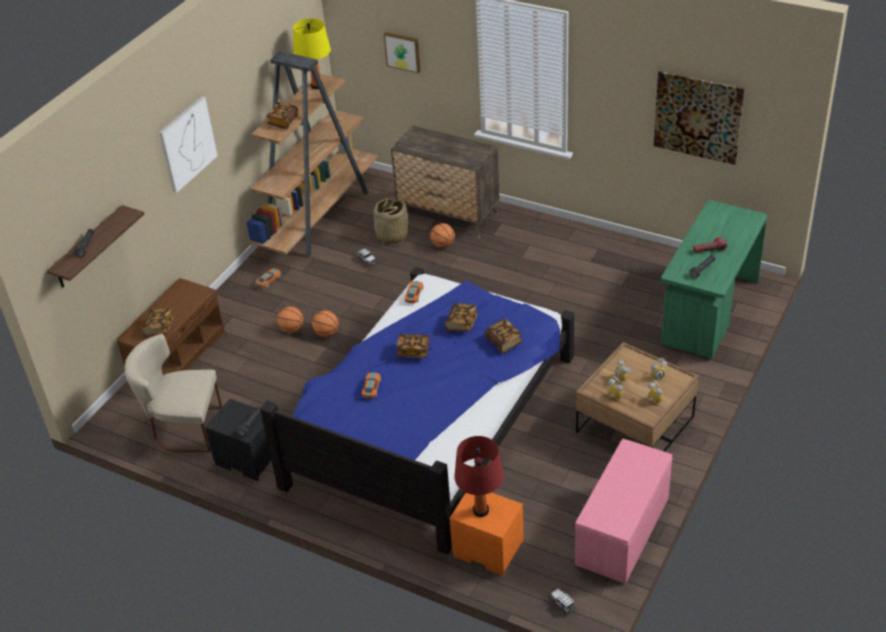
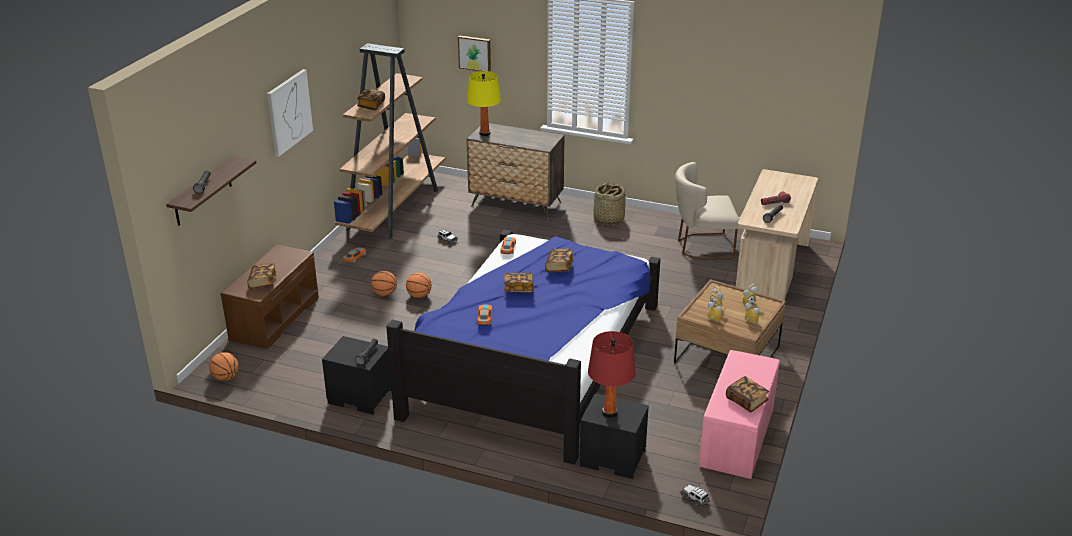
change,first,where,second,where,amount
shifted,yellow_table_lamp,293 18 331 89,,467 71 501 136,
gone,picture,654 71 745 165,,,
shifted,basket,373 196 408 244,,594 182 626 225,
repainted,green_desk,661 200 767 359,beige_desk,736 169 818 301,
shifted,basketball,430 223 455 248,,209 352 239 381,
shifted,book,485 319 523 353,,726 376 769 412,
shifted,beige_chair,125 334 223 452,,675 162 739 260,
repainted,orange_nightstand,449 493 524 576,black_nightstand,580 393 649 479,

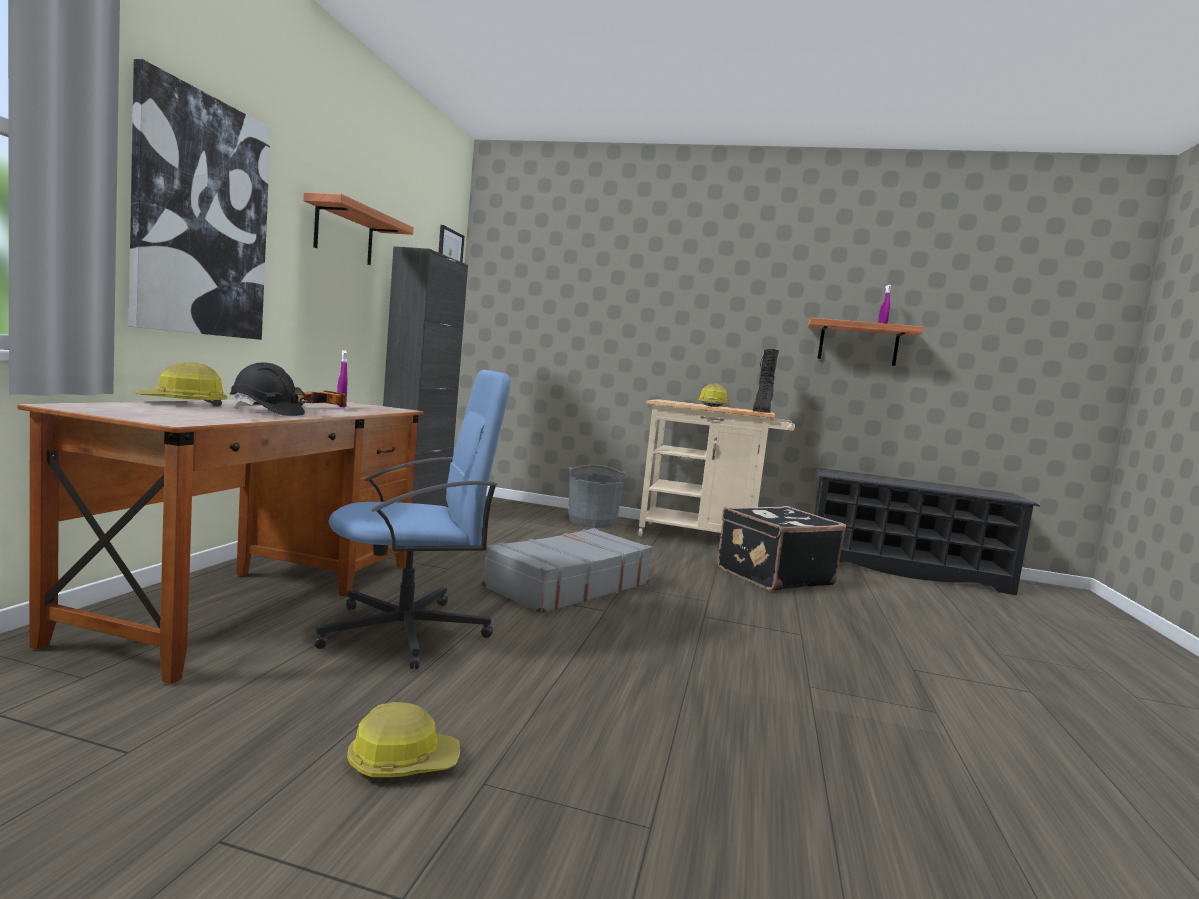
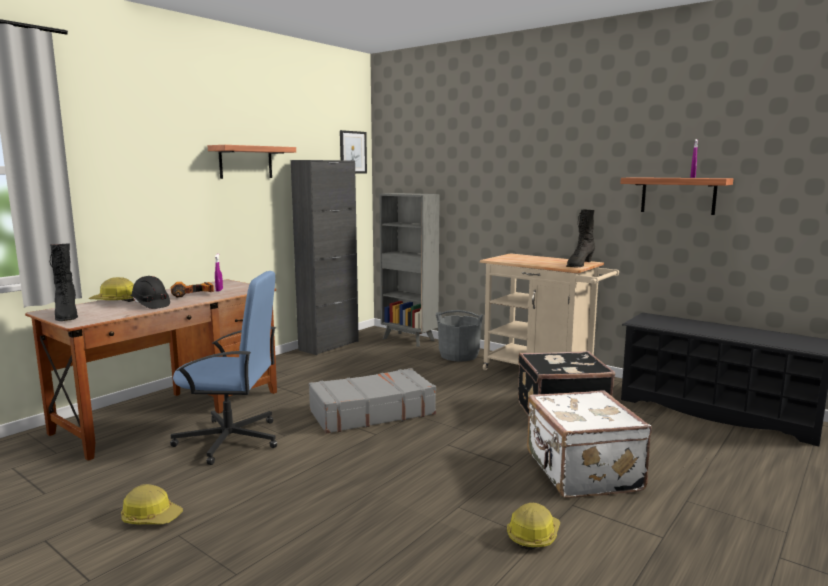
change,first,where,second,where,amount
gone,picture,129 59 271 340,,,
shifted,hard_hat,697 383 729 407,,507 503 560 550,
new,,,grey_bookcase,379 193 440 347,
new,,,black_boot,50 244 78 321,
new,,,white_suitcase,527 390 652 498,

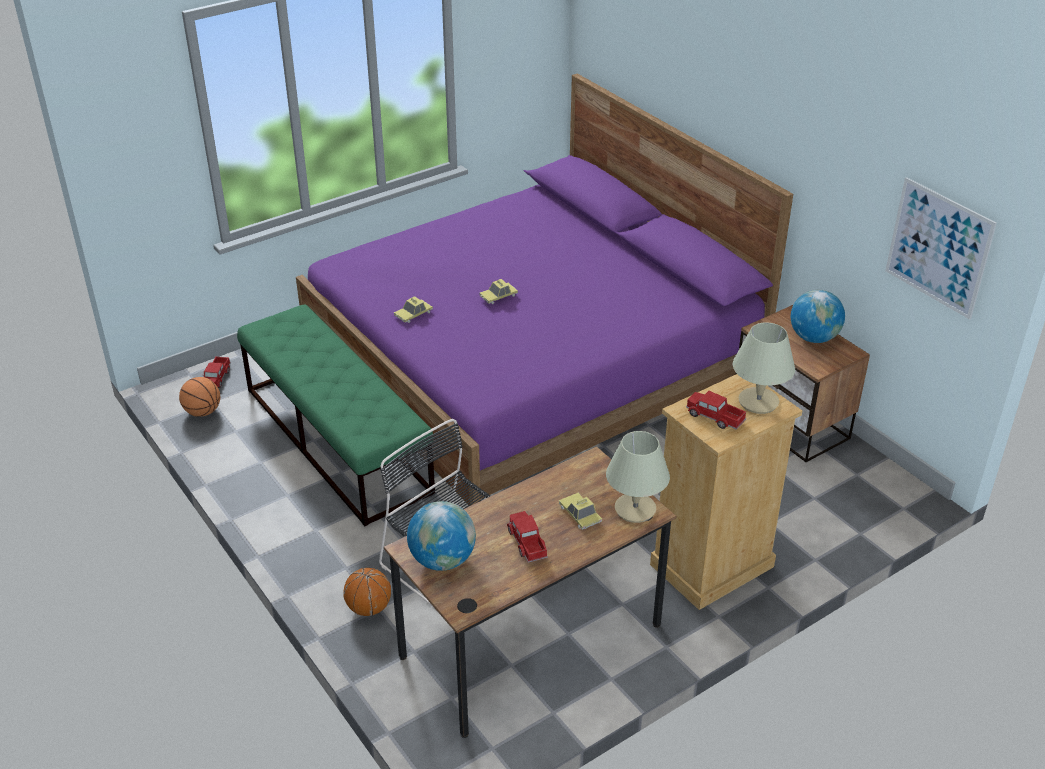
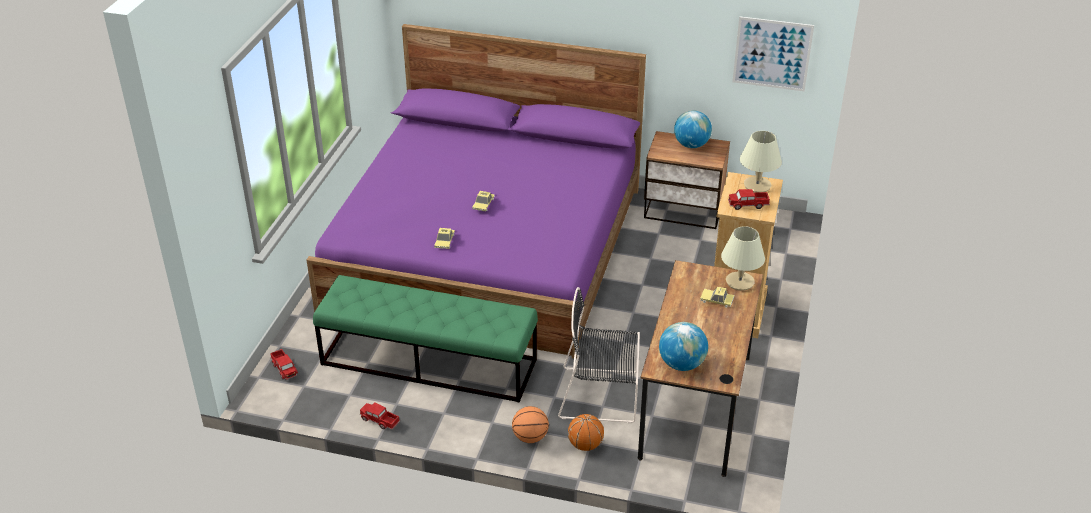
change,first,where,second,where,amount
shifted,basketball,179 377 220 417,,512 406 549 443,
shifted,toy_truck,507 511 548 563,,360 402 400 430,

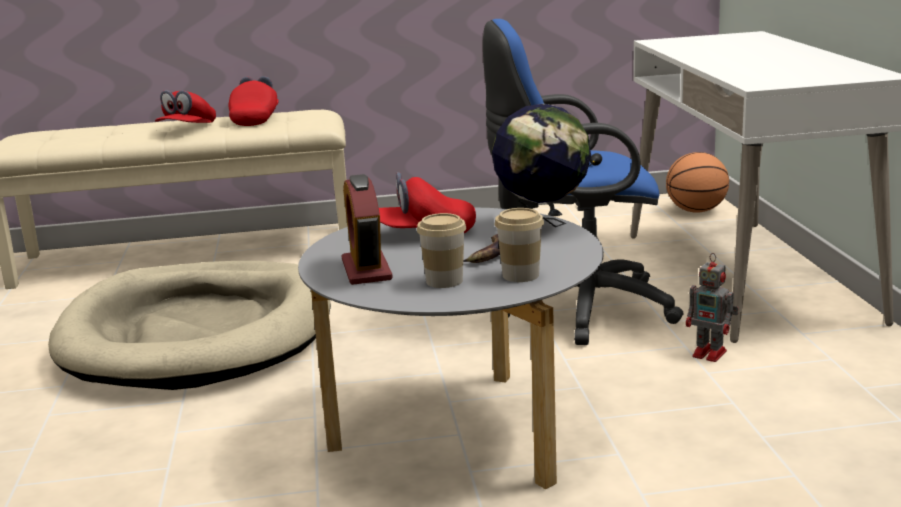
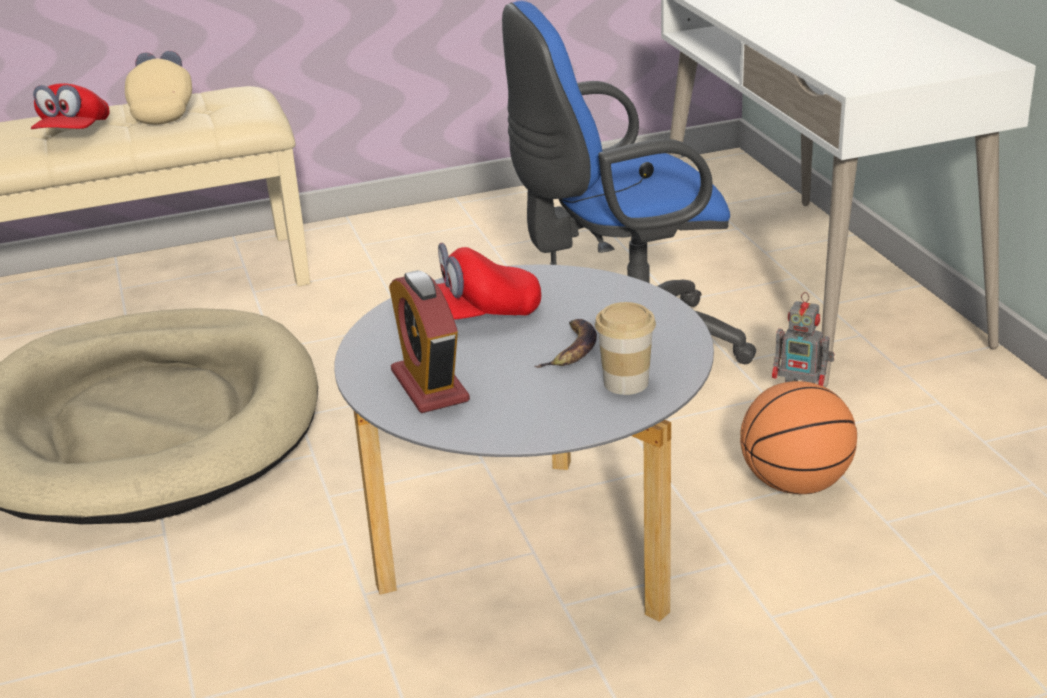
change,first,where,second,where,amount
repainted,red_cap,228 76 279 126,beige_cap,125 51 192 125,
gone,globe,492 103 591 227,,,
shifted,basketball,666 152 729 212,,740 381 857 494,
gone,cup,417 213 466 288,,,

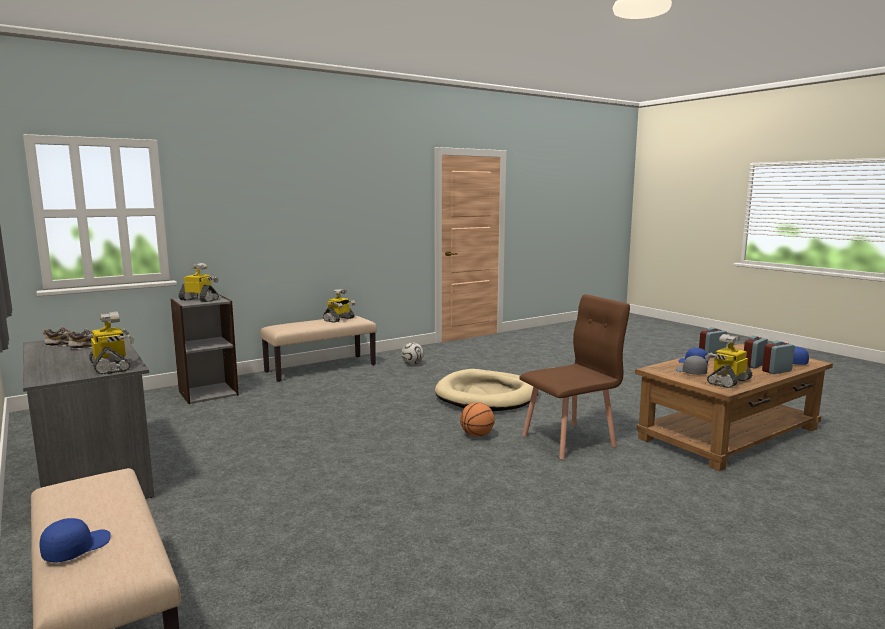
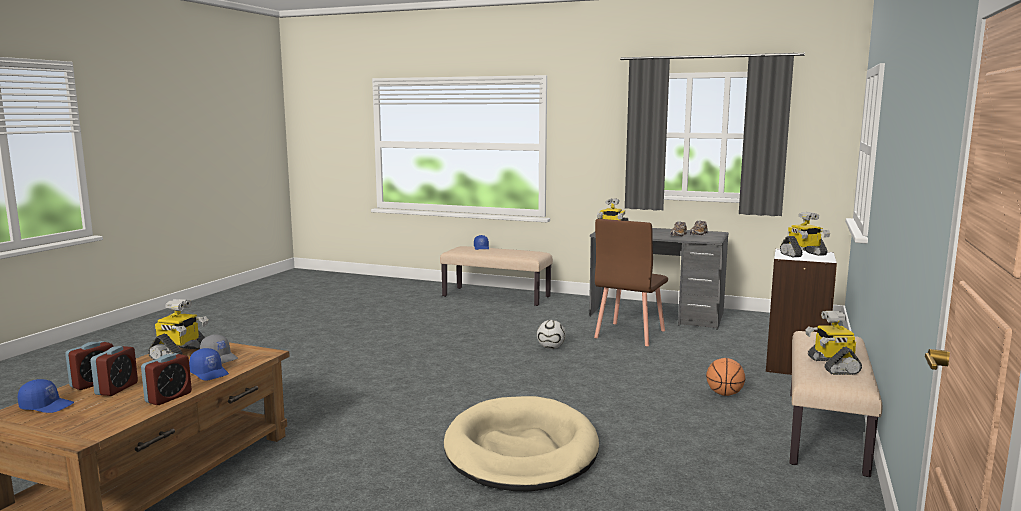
change,first,where,second,where,amount
shifted,brown_chair,519 294 630 460,,594 219 668 346,
shifted,football,401 342 424 365,,537 320 566 349,
shifted,basketball,460 402 495 437,,706 358 746 396,

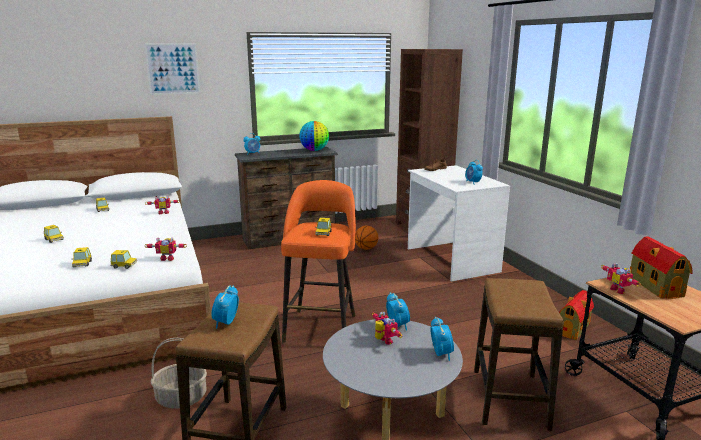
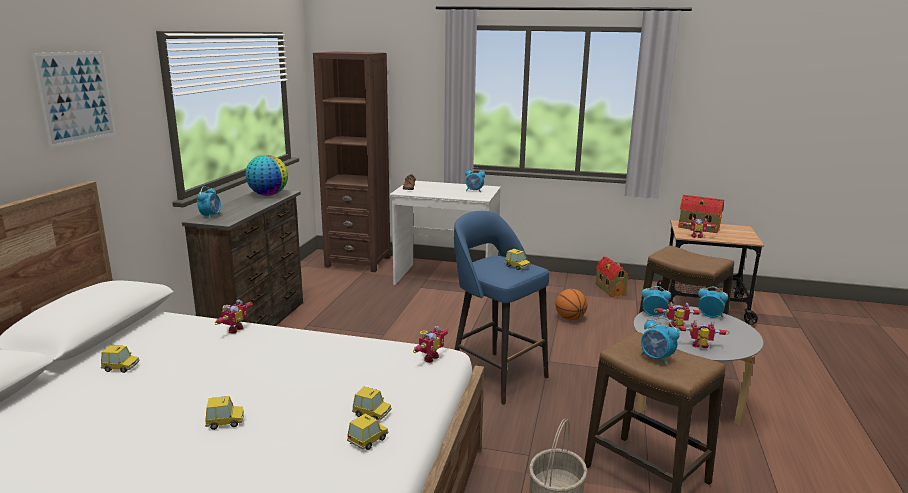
change,first,where,second,where,amount
repainted,orange_stool,281 180 356 343,blue_stool,454 211 549 405,
shifted,basketball,355 226 378 250,,556 289 587 320,
shifted,toy_car,111 250 137 269,,347 414 388 450,
new,,,toy_robot,676 320 730 348,

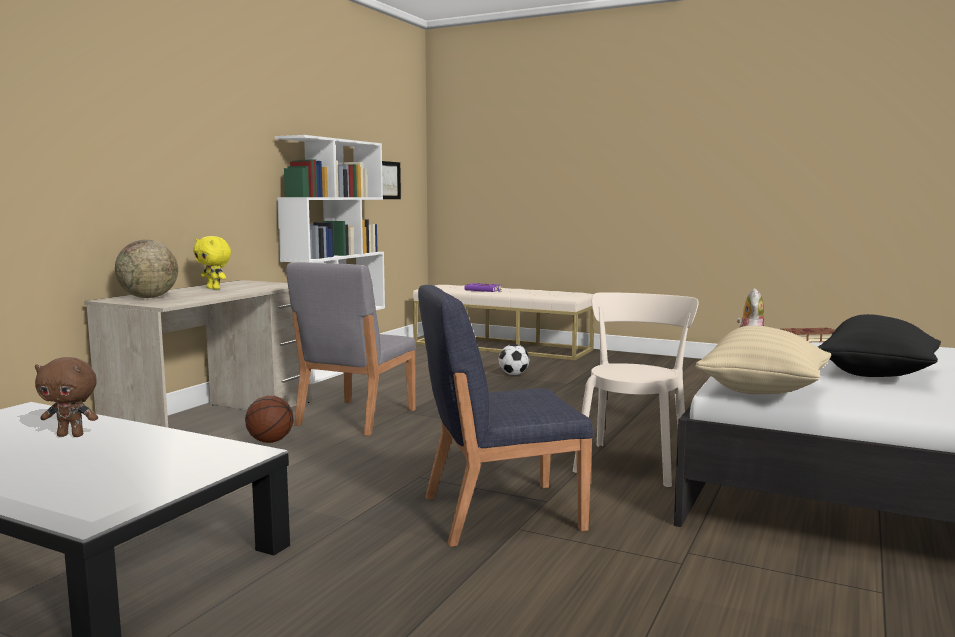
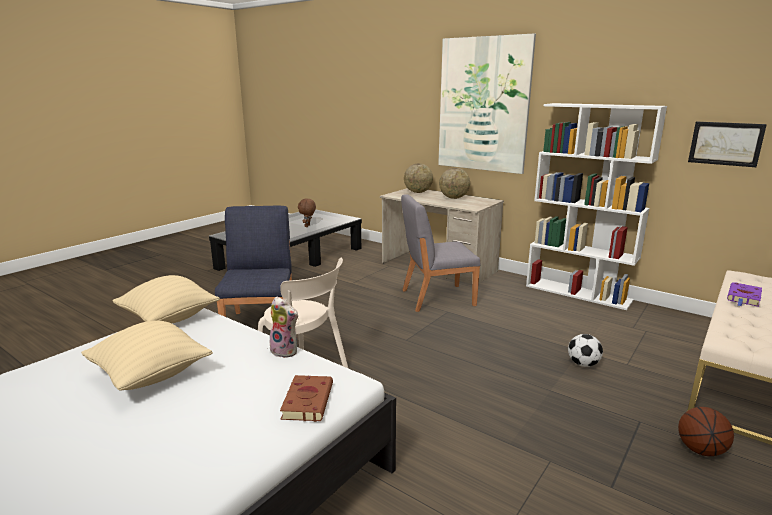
change,first,where,second,where,amount
swapped,yellow_plush_toy,193 236 231 289,globe,439 168 470 199,
rotated,grey_chair,286 262 416 436,,401 195 480 312,45 degrees counterclockwise
repainted,black_pillow,818 314 941 377,beige_pillow,81 320 213 390,
shifted,basketball,245 396 294 443,,678 407 734 456,
new,,,picture,438 33 536 174,

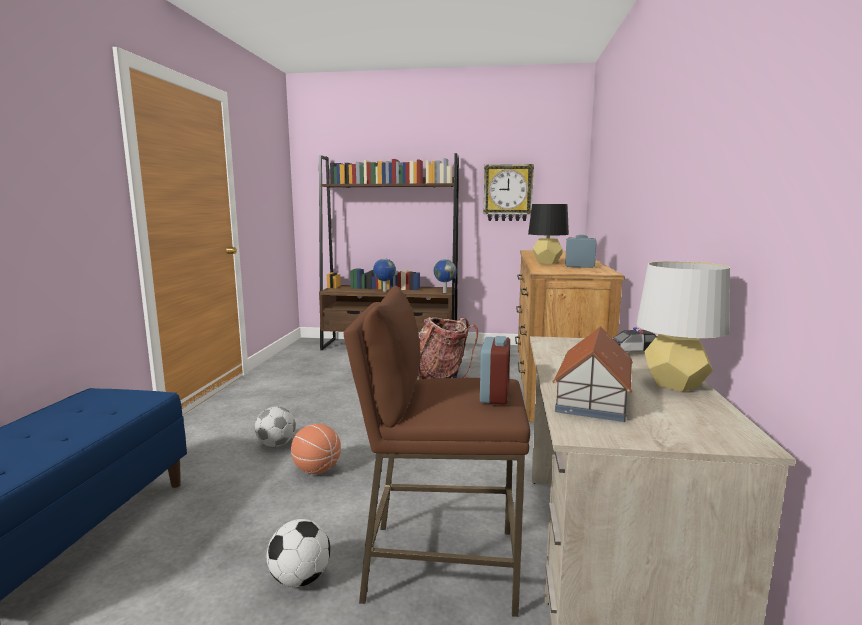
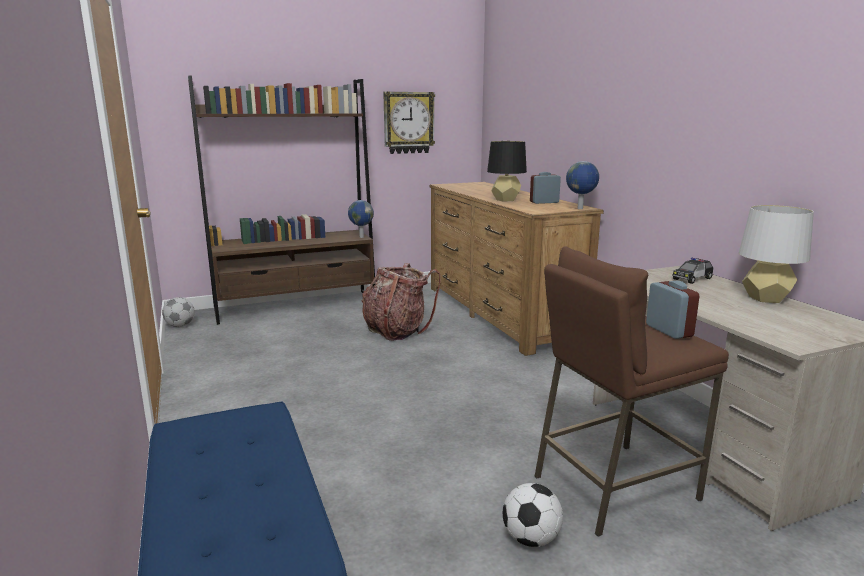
change,first,where,second,where,amount
shifted,globe,373 258 396 292,,566 161 599 209,
gone,toy_house,552 326 633 422,,,
shifted,football,255 407 296 447,,162 297 195 327,
gone,basketball,291 424 341 474,,,

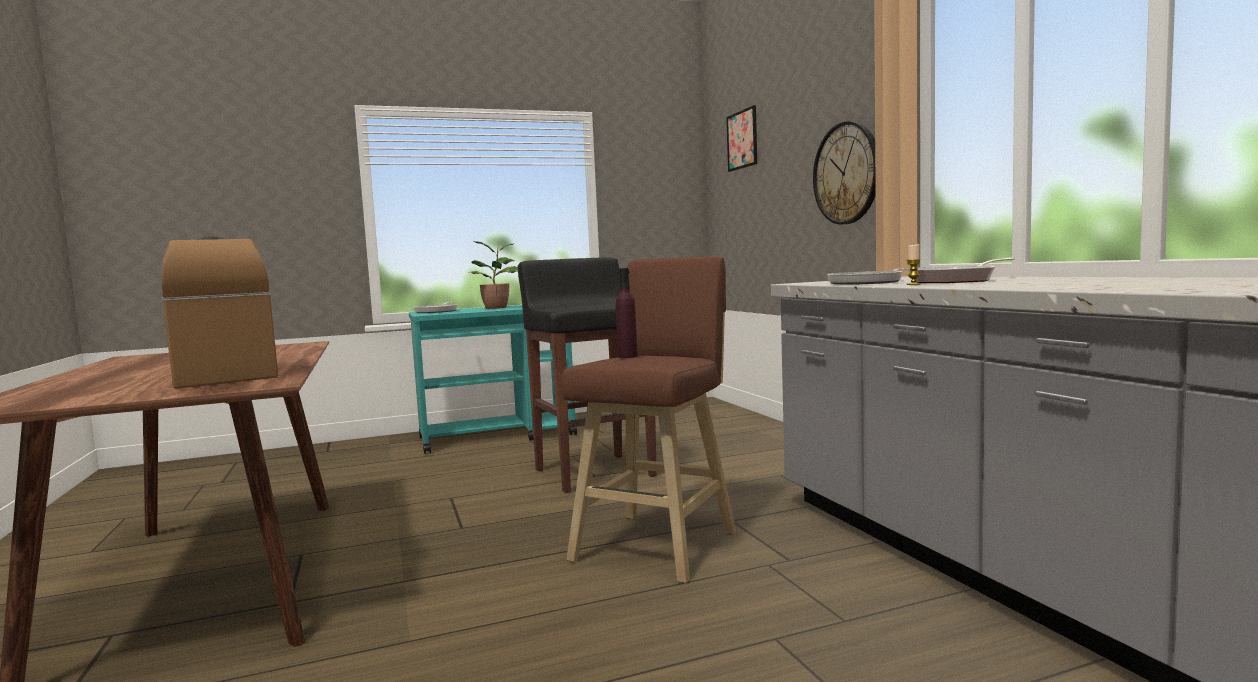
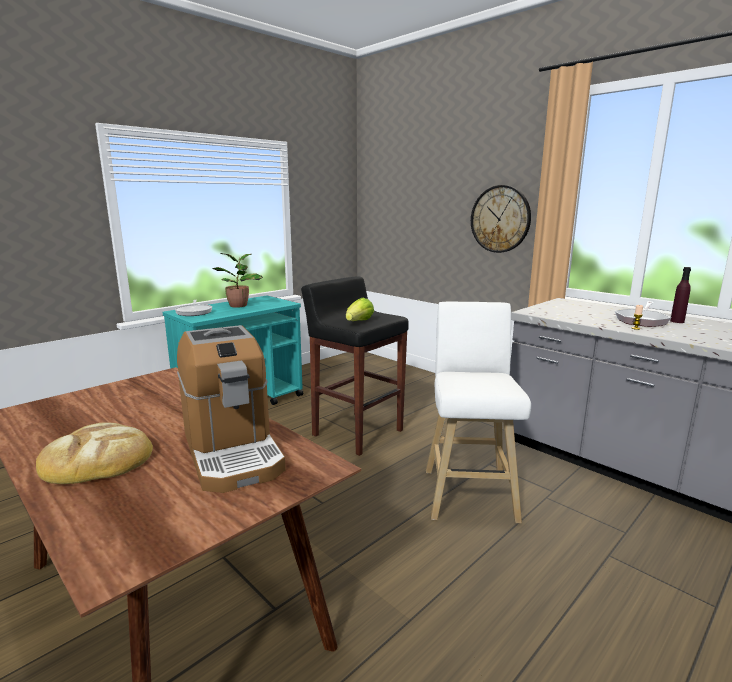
change,first,where,second,where,amount
gone,picture,726 105 757 172,,,
rotated,coffee_machine,161 236 278 389,,177 325 286 493,150 degrees counterclockwise
repainted,brown_stool,561 256 736 583,white_stool,426 301 531 523,
gone,frying_pan,827 267 927 285,,,
shifted,purple_bottle,616 268 638 358,,670 267 691 323,
new,,,lettuce,346 297 374 321,
new,,,bread,36 422 153 484,

